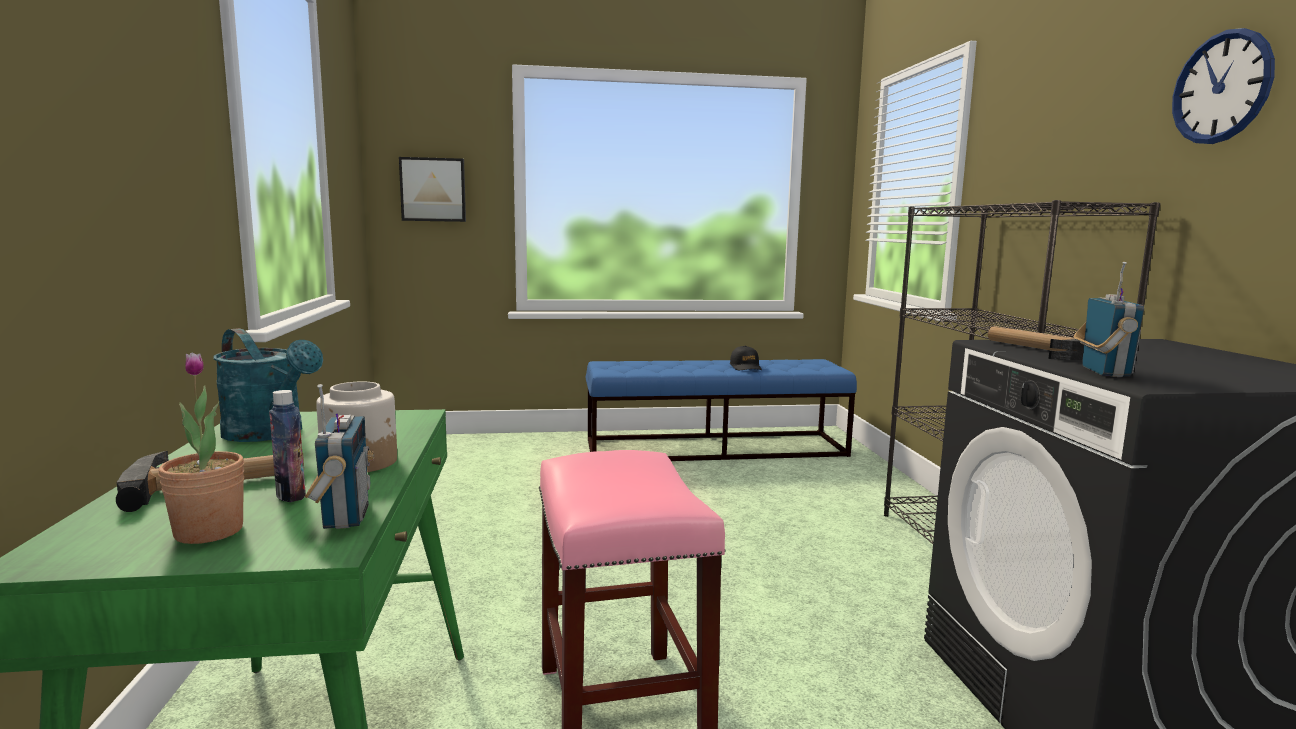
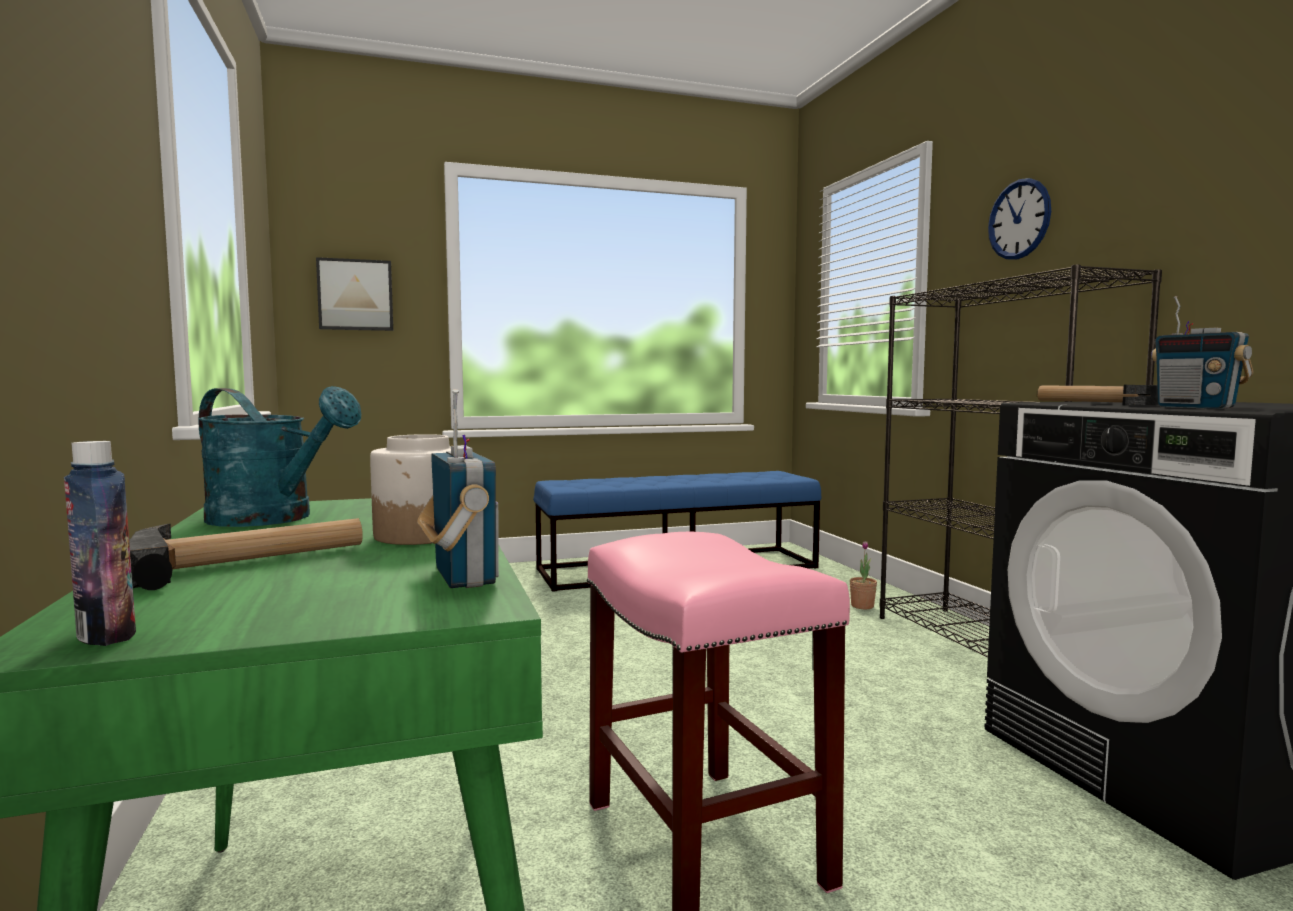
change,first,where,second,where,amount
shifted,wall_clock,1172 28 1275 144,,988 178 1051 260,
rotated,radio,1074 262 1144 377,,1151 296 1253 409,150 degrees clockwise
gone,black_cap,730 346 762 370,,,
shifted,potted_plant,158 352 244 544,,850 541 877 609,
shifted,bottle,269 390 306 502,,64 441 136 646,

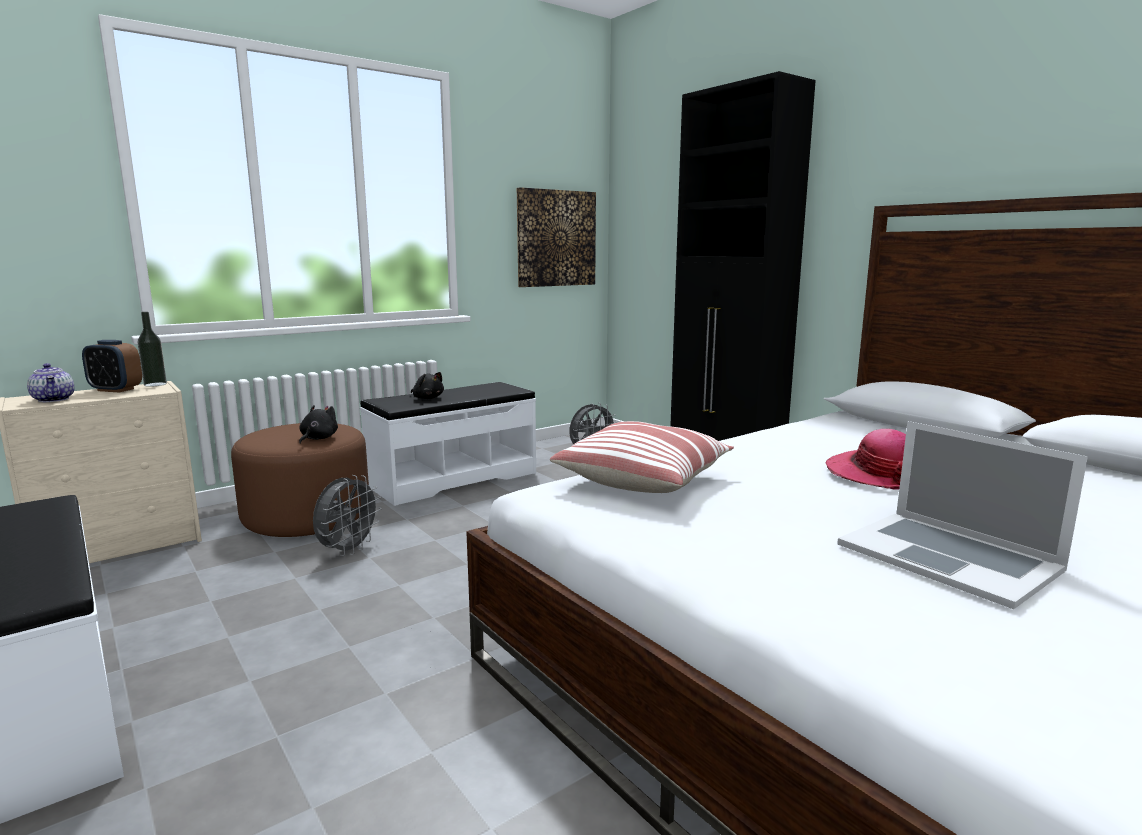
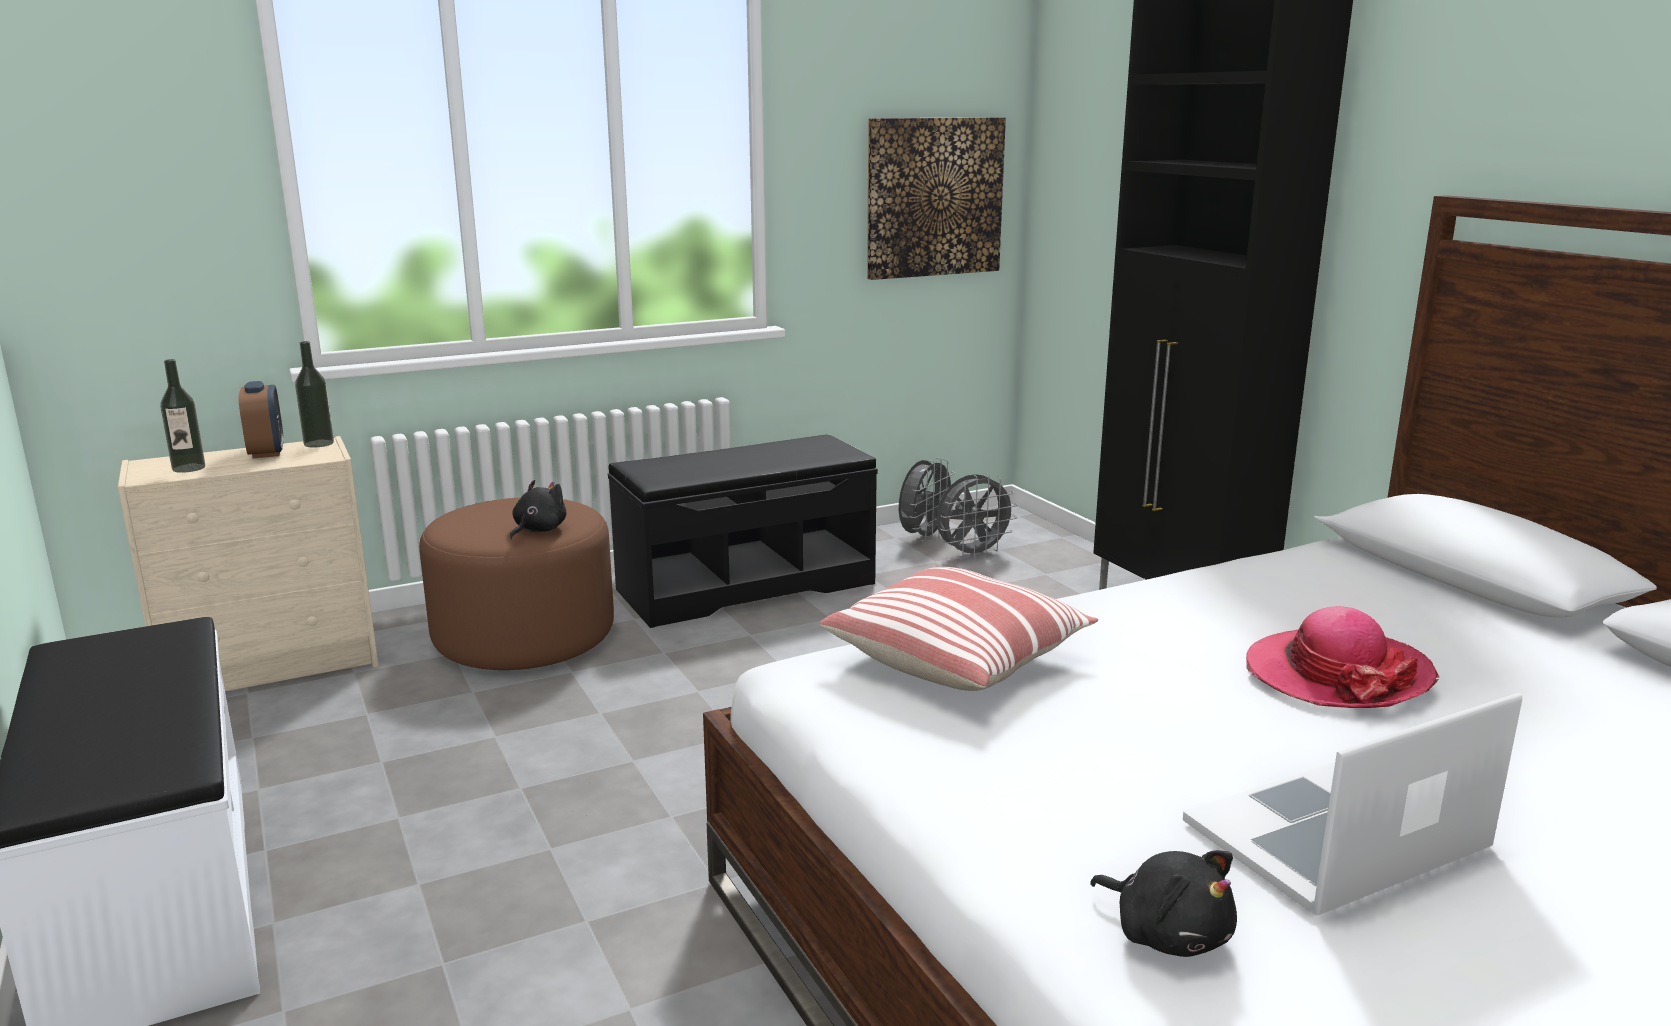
change,first,where,second,where,amount
rotated,alarm_clock,82 340 142 392,,239 381 284 458,135 degrees counterclockwise
swapped,teapot,27 363 74 402,bottle,160 359 205 473,
shifted,black_plush_toy,411 372 444 399,,1090 850 1237 957,
repainted,white_bench,360 382 536 506,black_bench,608 434 878 628,
rotated,laptop,837 421 1088 609,,1183 693 1522 916,90 degrees clockwise
shifted,grey_fan,313 475 382 556,,899 457 955 542,

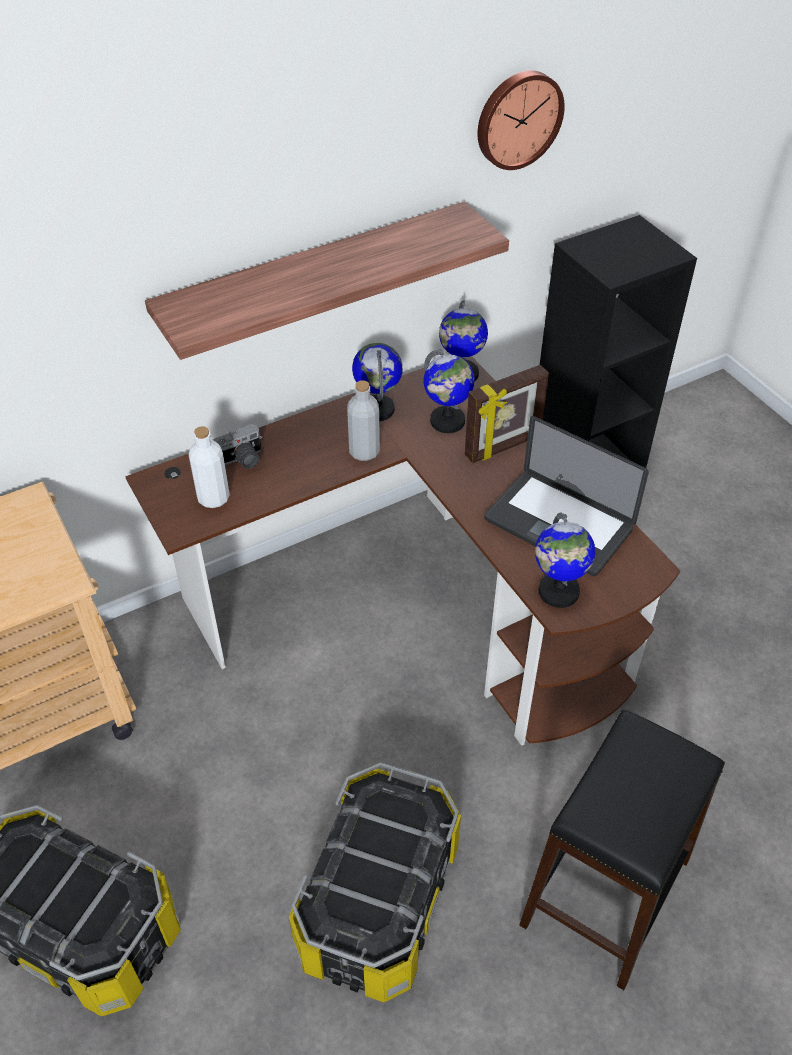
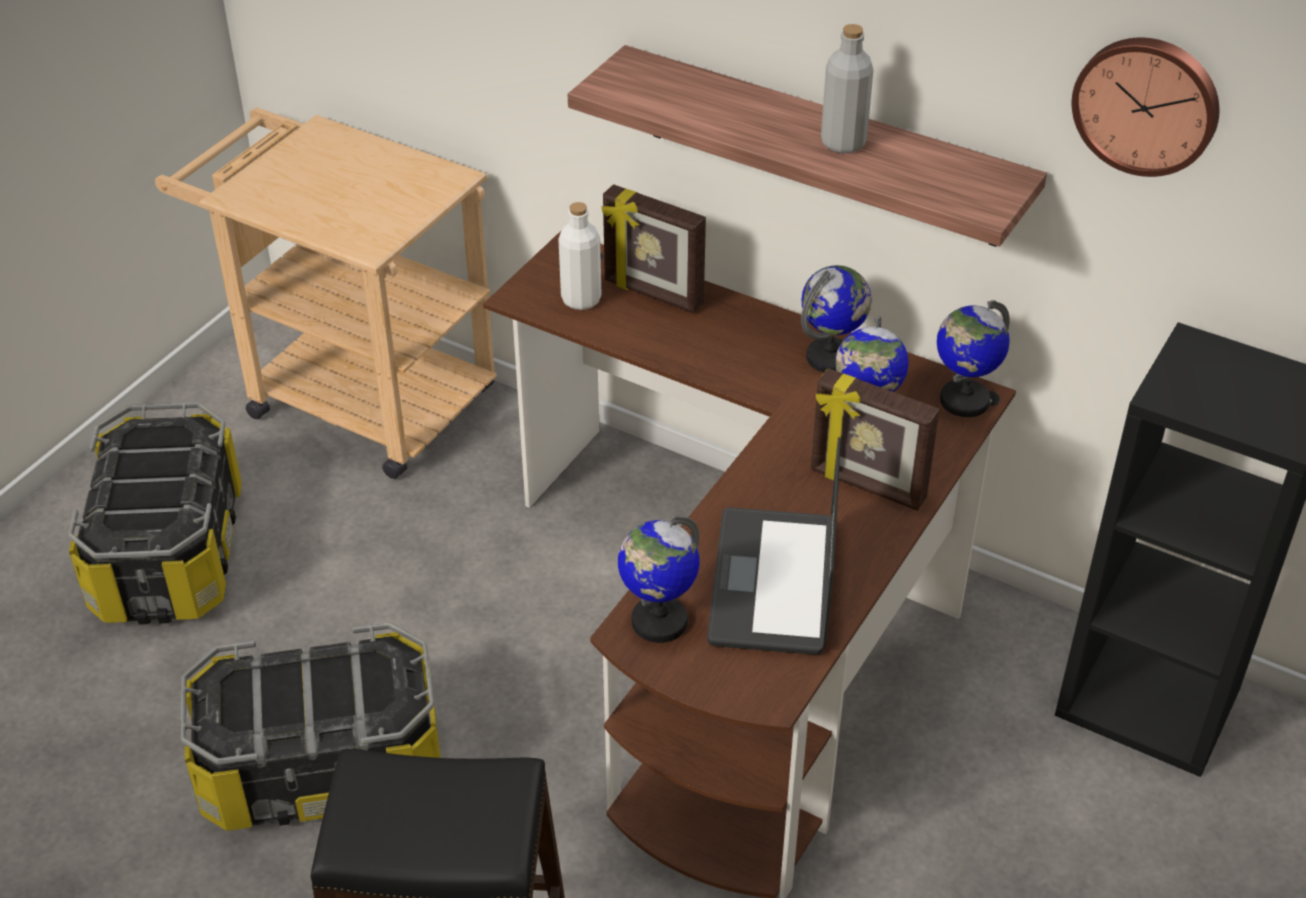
change,first,where,second,where,amount
shifted,grey_bottle,347 380 380 461,,821 24 874 153,
swapped,photo_camera,213 424 262 469,picture_frame,602 184 706 313,

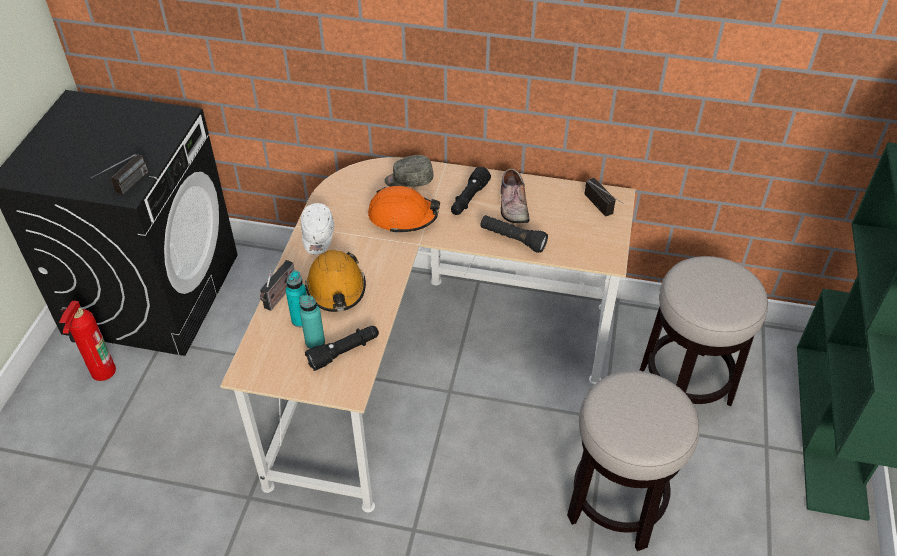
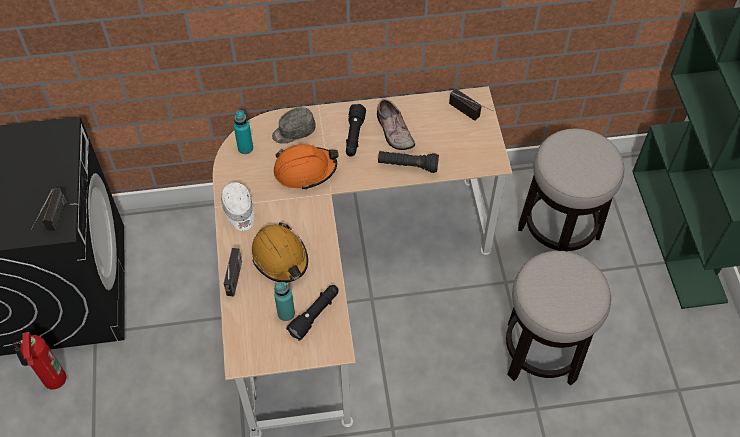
change,first,where,second,where,amount
shifted,turquoise_bottle,286 270 307 327,,234 110 253 154,

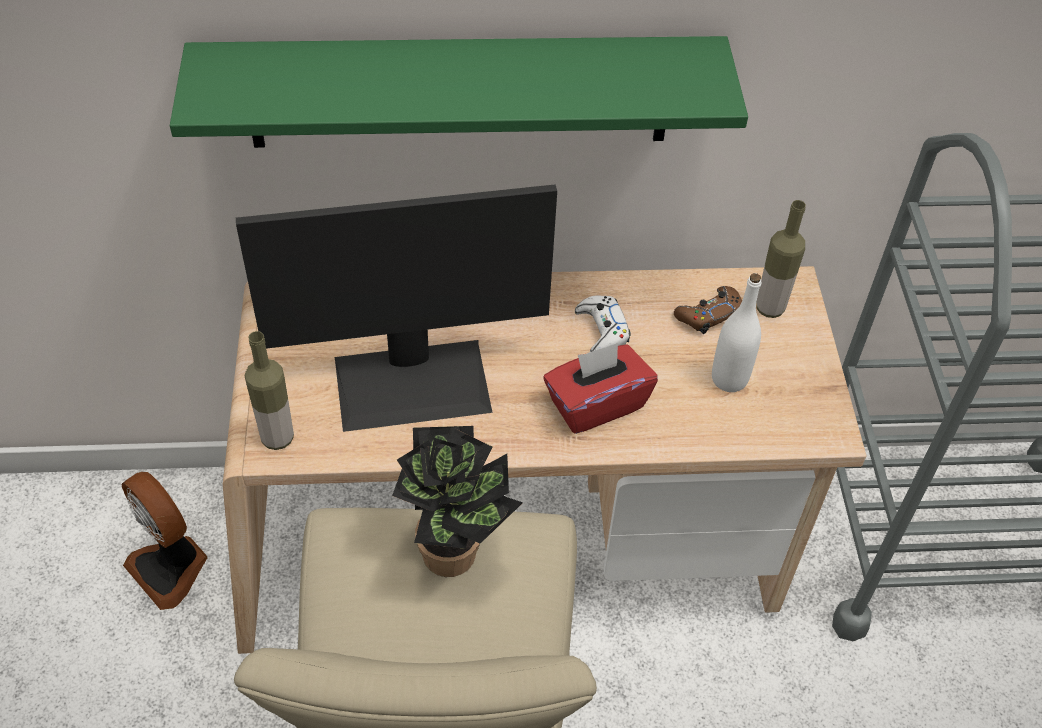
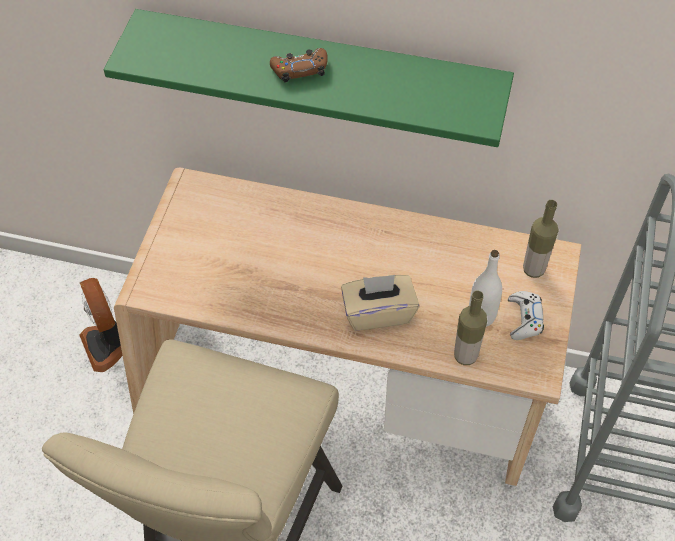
change,first,where,second,where,amount
gone,monitor,236 184 557 432,,,
shifted,brown_game_controller,674 286 742 334,,270 48 328 83,
shifted,white_game_controller,575 296 631 352,,508 291 544 340,
shifted,bottle,245 331 294 450,,454 291 487 365,
repainted,red_tissue_box,543 343 658 434,beige_tissue_box,341 275 419 331,
gone,potted_plant,392 426 523 577,,,

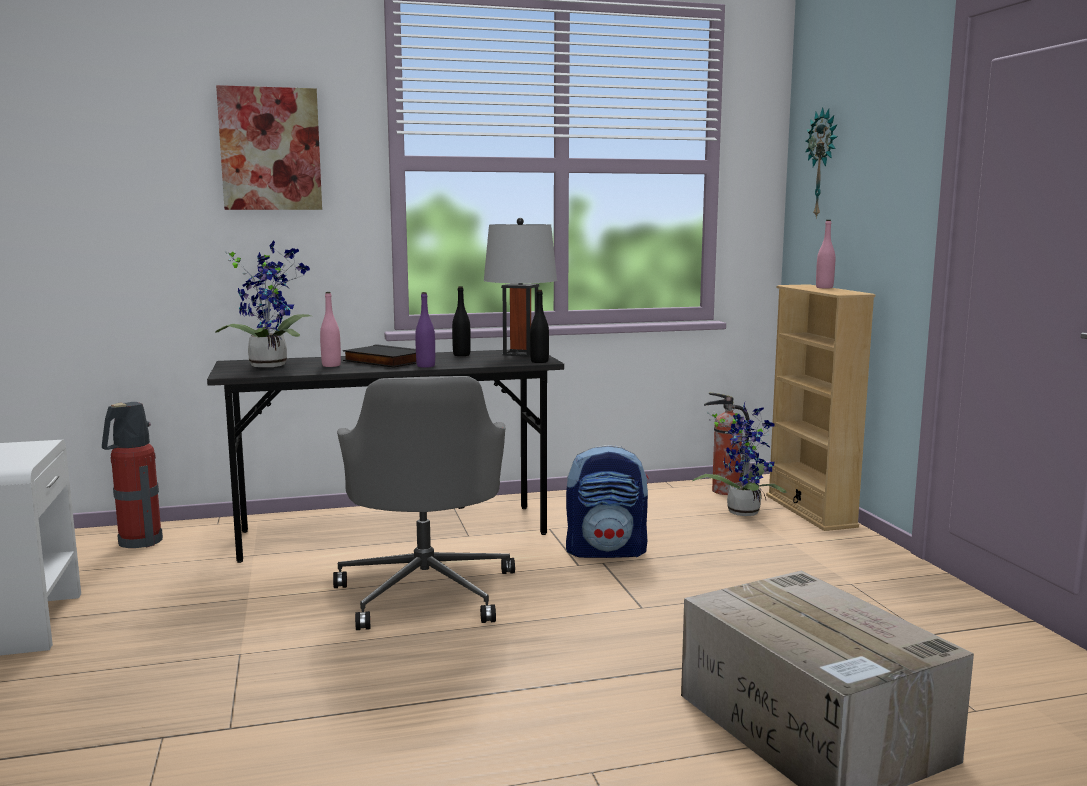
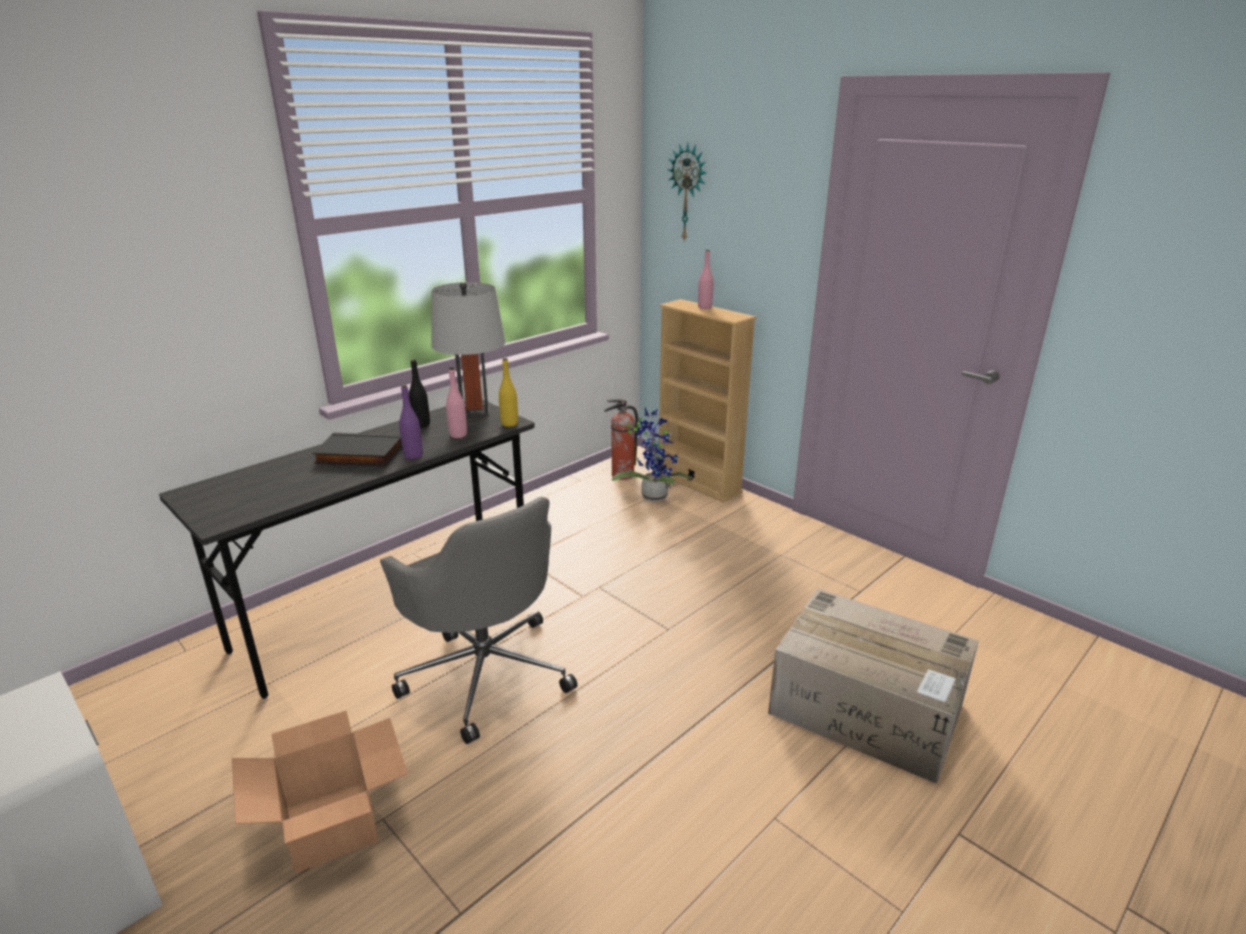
change,first,where,second,where,amount
gone,picture,216 85 322 210,,,
gone,potted_plant,215 241 311 367,,,
repainted,black_bottle,530 290 549 363,yellow_bottle,499 358 518 427,
shifted,pink_bottle,320 292 341 367,,446 367 467 438,
gone,fire_extinguisher,102 402 163 548,,,
gone,backpack,566 445 649 558,,,
new,,,cardboard_box,232 710 408 873,

